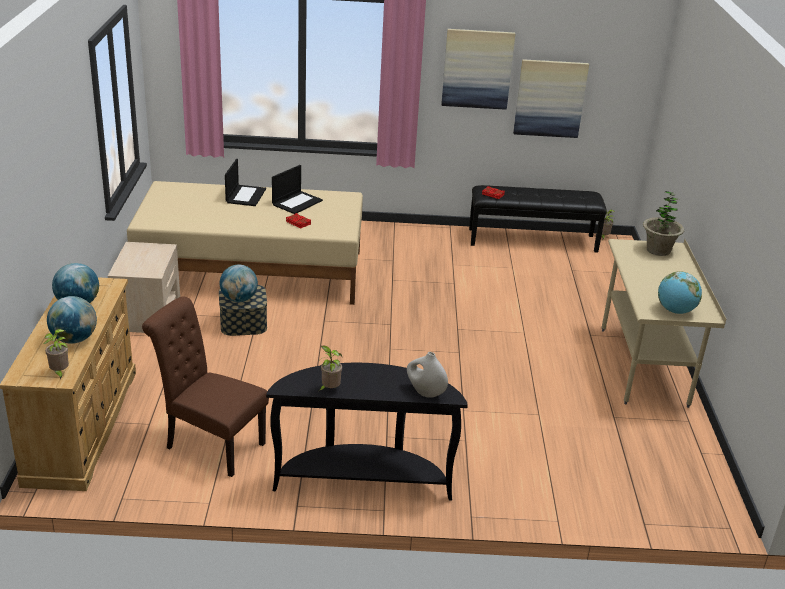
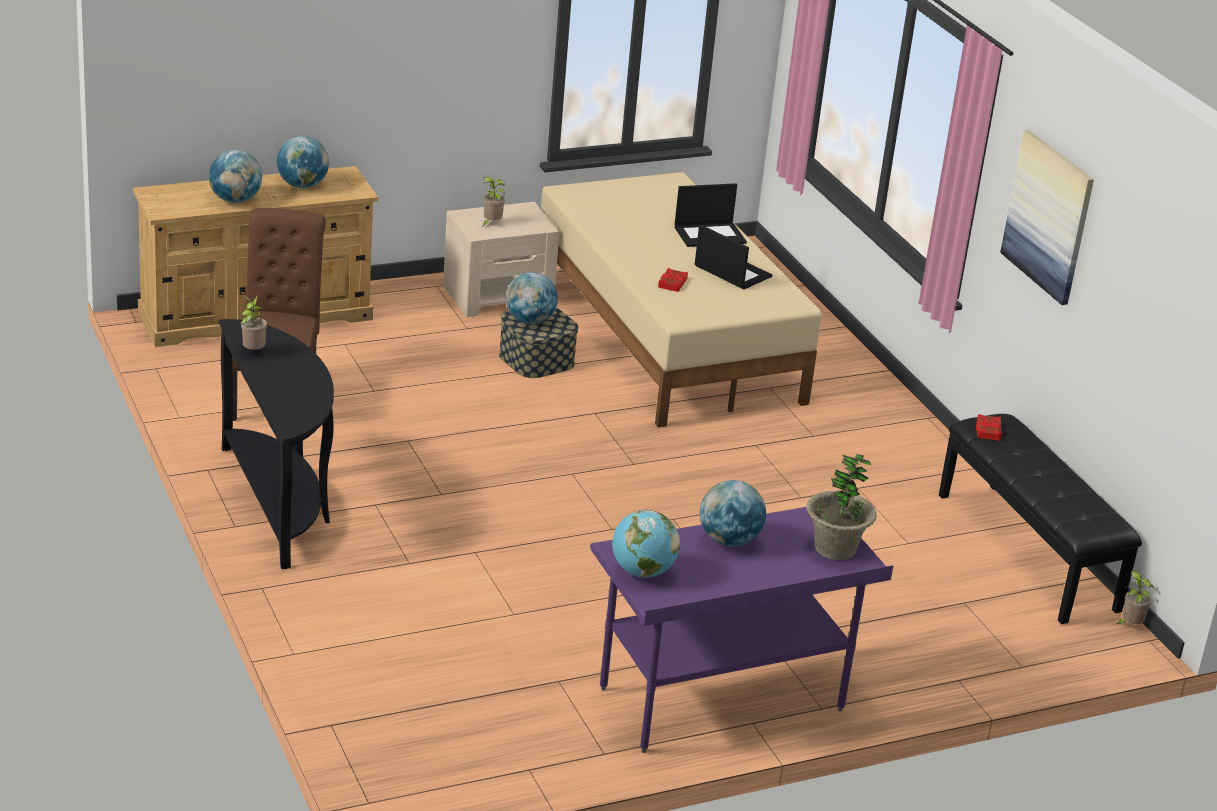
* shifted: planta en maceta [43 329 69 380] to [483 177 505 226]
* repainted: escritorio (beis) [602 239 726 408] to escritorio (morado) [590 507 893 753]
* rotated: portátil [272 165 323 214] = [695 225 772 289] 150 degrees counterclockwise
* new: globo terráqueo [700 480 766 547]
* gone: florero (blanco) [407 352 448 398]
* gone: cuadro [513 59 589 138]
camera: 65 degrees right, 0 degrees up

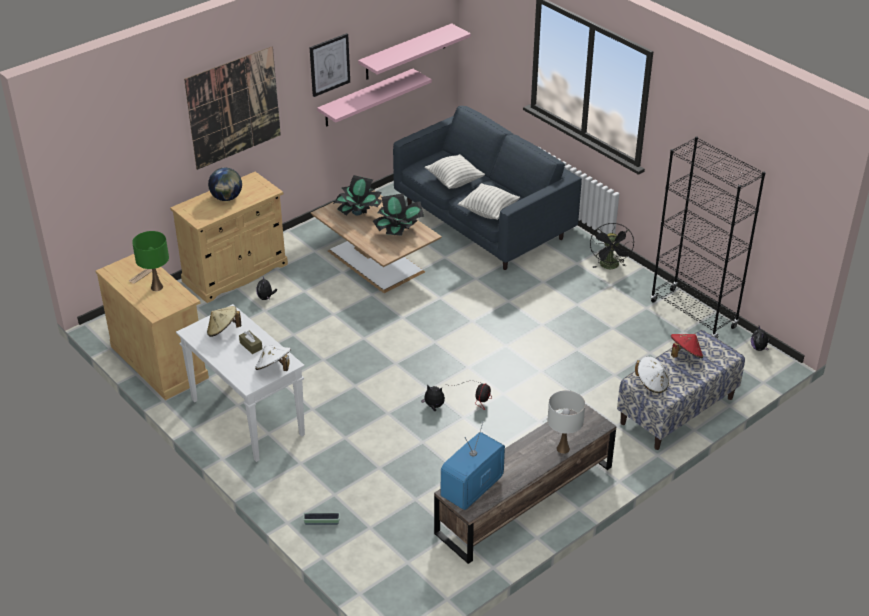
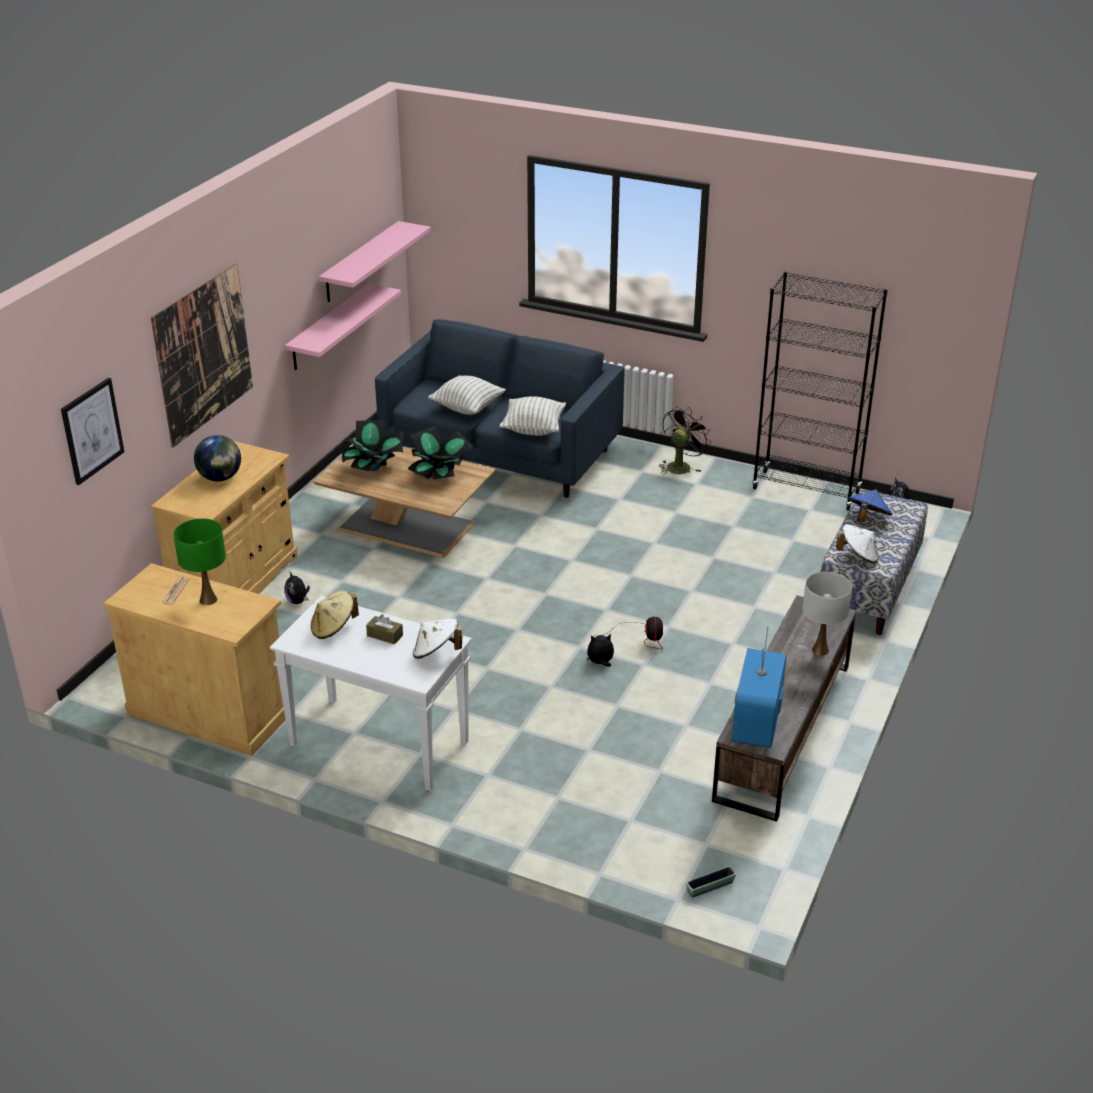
* shifted: cuadro [310 33 350 97] to [61 378 124 485]
* rotated: ventilador (negro) [590 223 634 269] = [659 407 711 474] 120 degrees counterclockwise
* shifted: maceta [303 512 340 525] to [686 866 736 897]
* repainted: sombrero (rojo) [671 334 703 358] to sombrero (azul) [847 490 892 522]
camera: 25 degrees left, 5 degrees down

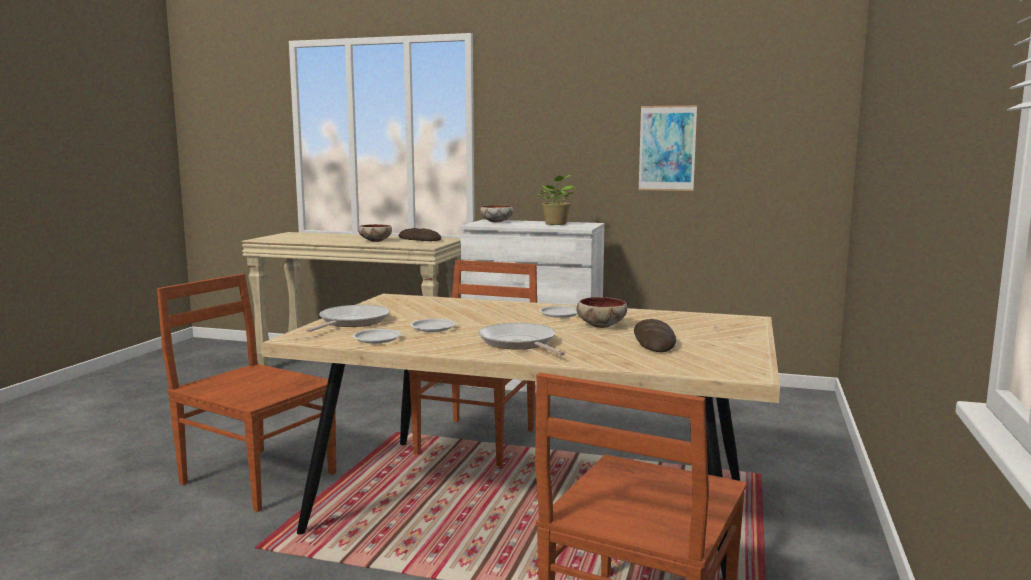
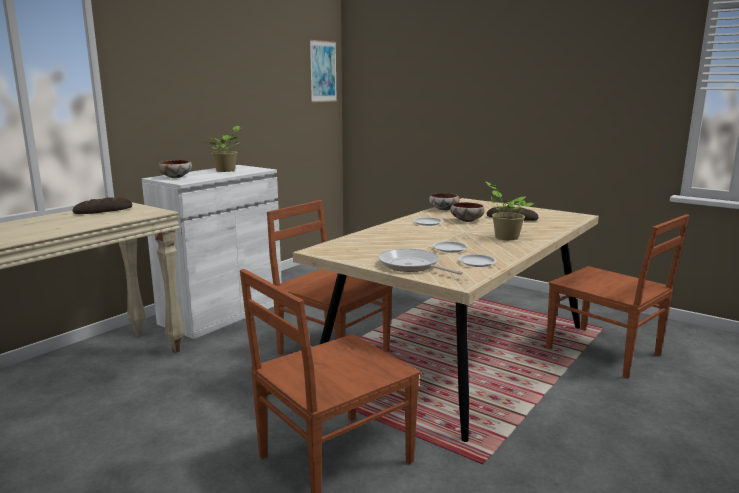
* shifted: cuadro [638 105 697 191] to [310 40 337 102]
* shifted: cuenco [358 224 392 242] to [429 193 460 211]
* swapped: sartén [478 323 565 356] to planta en maceta [485 181 534 240]
camera: 70 degrees left, 5 degrees up

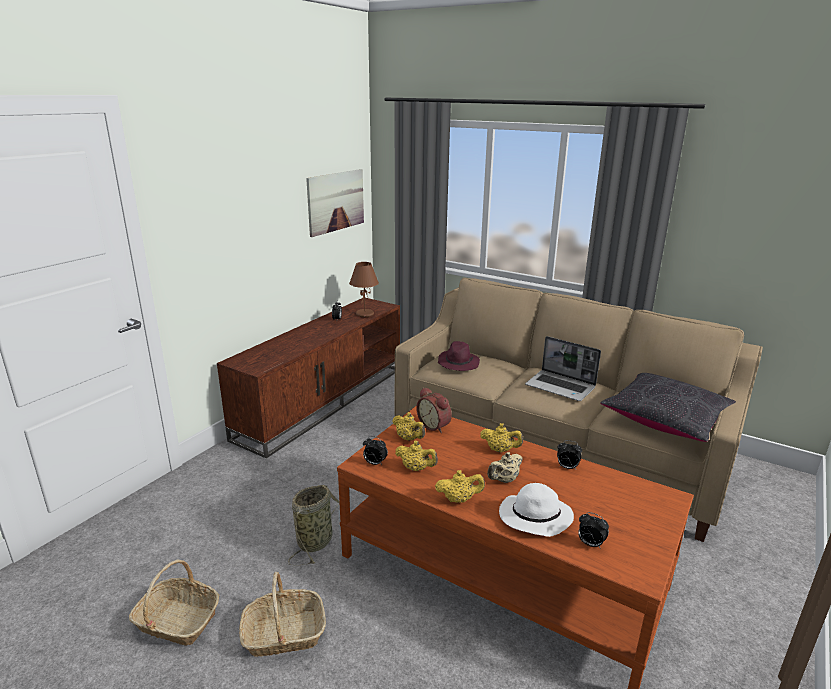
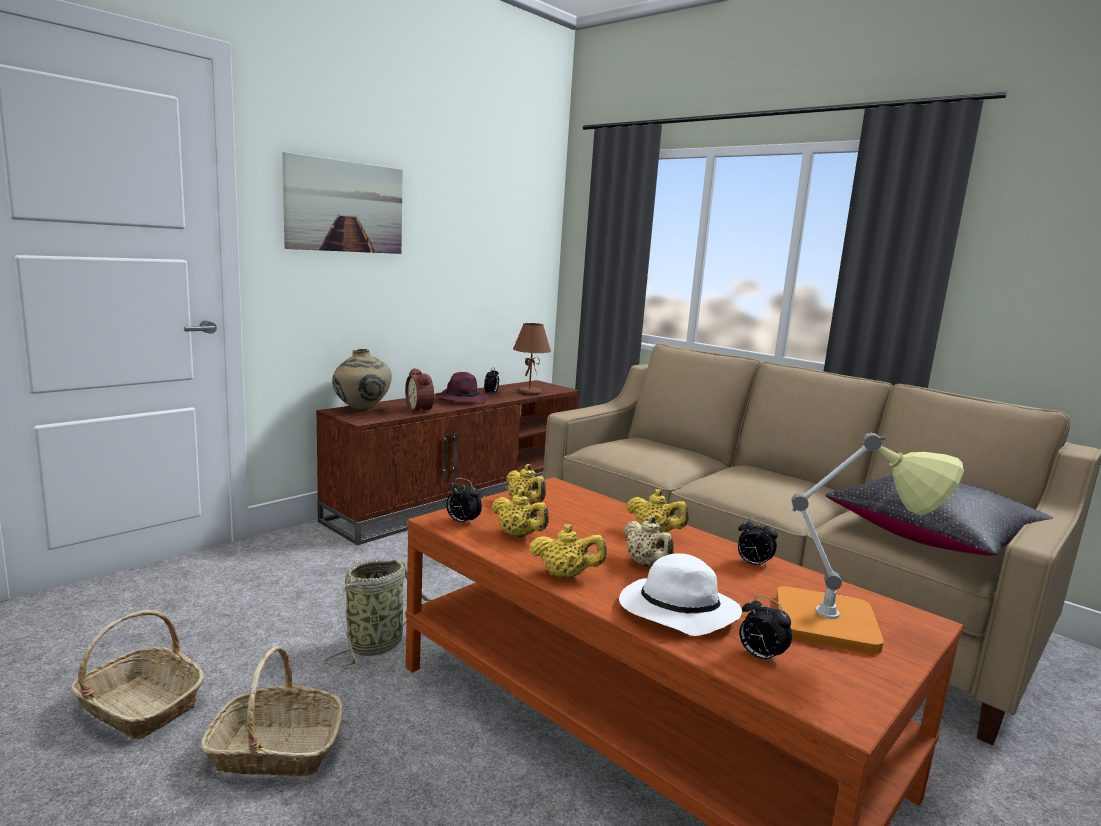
* shifted: cuadro [306 169 364 237] to [282 152 403 254]
* new: florero (beis) [332 349 392 410]
* shifted: despertador [416 387 452 433] to [405 368 434 414]
* shifted: sombrero (morado) [437 341 480 371] to [435 372 489 404]
* rotated: tetera (beis) [487 452 522 483] = [624 516 674 567] 90 degrees counterclockwise
* new: lámpara de mesa [776 433 964 654]
* gone: portátil [525 336 601 401]
camera: 10 degrees right, 10 degrees down

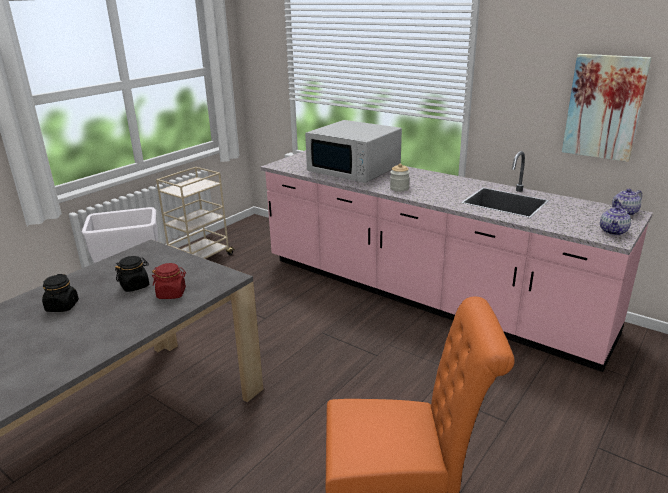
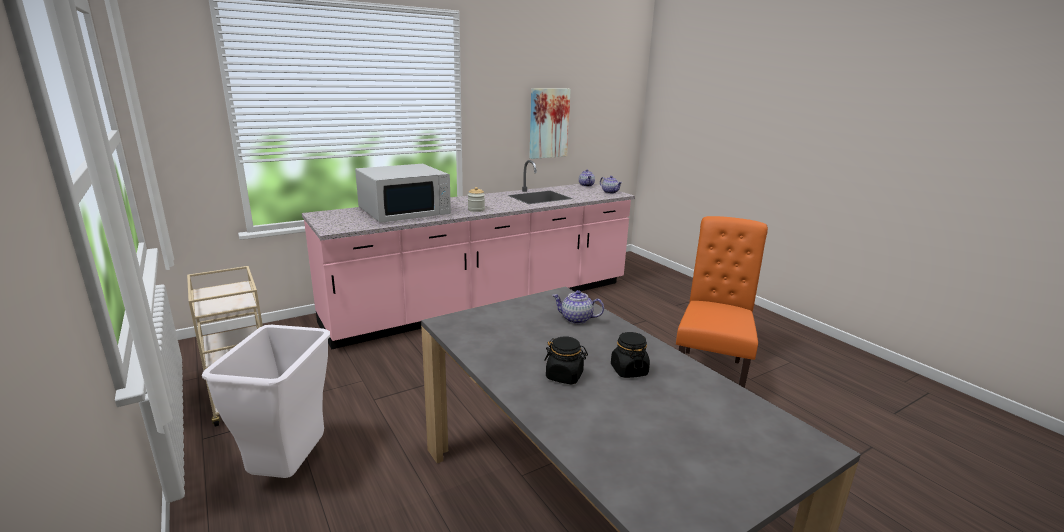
* swapped: tarro (rojo) [152 263 186 299] to tetera [552 290 604 324]
* shifted: tarro (negro) [115 256 149 292] to [611 332 650 378]
camera: 70 degrees left, 5 degrees down

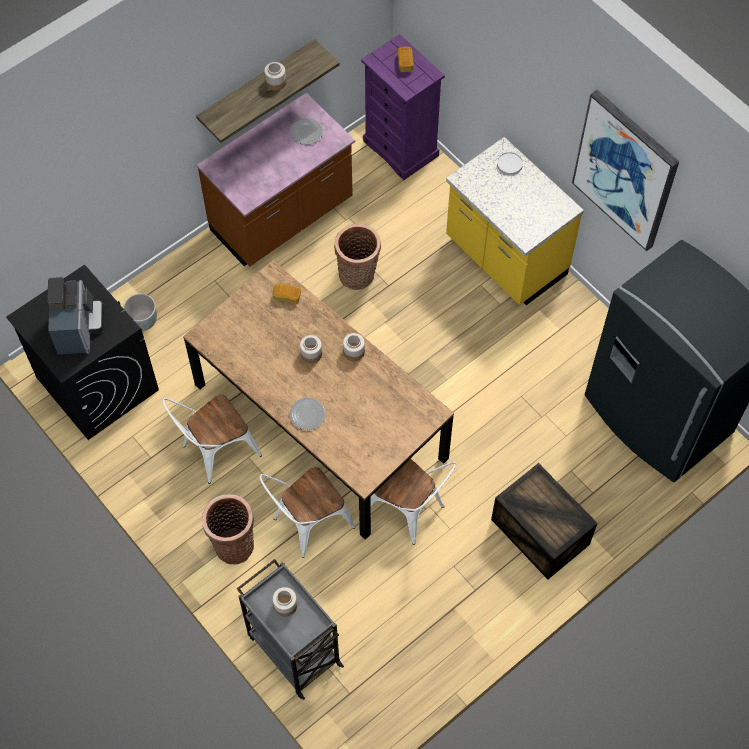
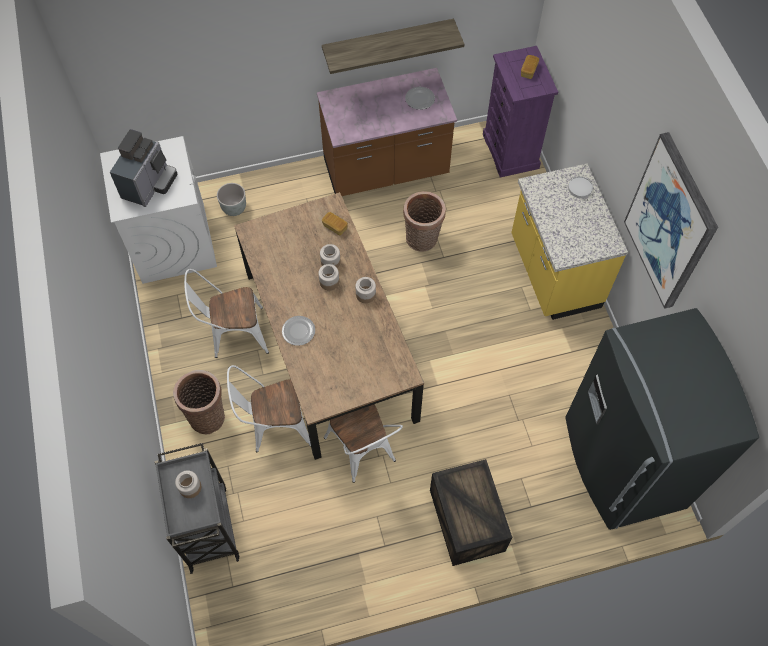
* repainted: lavadora (negro) [6 265 159 440] to lavadora (blanco) [100 136 217 284]
* shifted: tarro [264 62 286 91] to [320 244 341 268]
camera: 25 degrees right, 0 degrees up

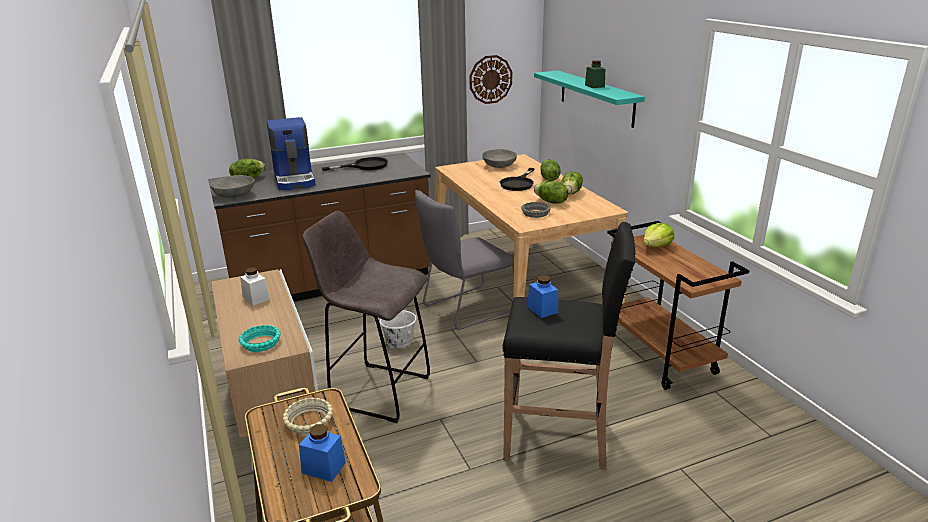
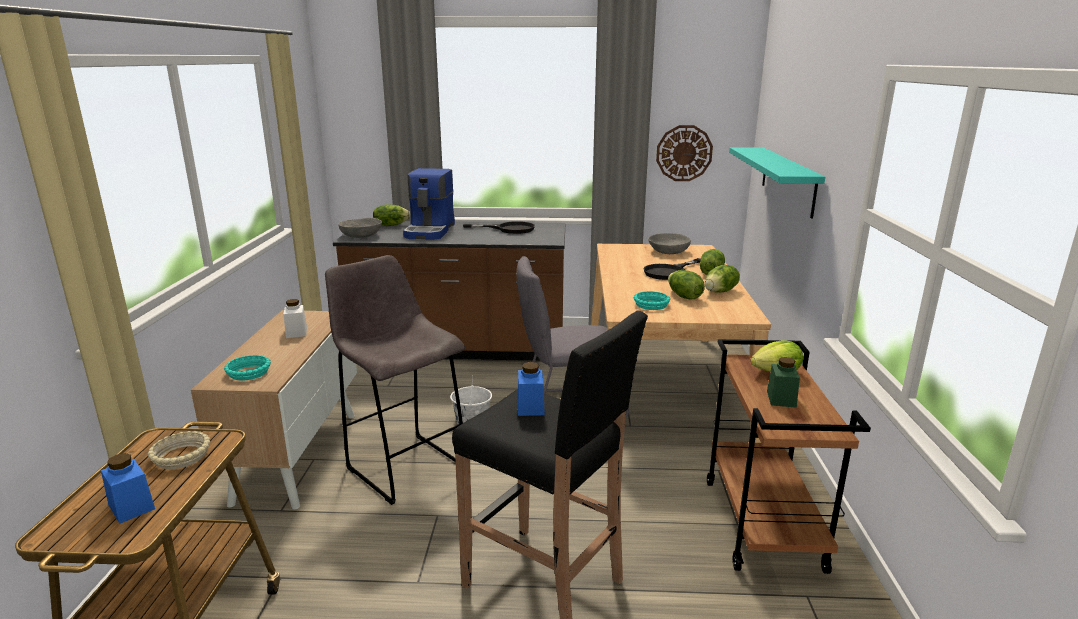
* repainted: cuenco (gris) [521 202 551 218] to cuenco (turquesa) [633 291 671 310]
* shifted: tarro (verde) [585 60 605 88] to [767 357 800 408]
camera: 25 degrees right, 5 degrees down

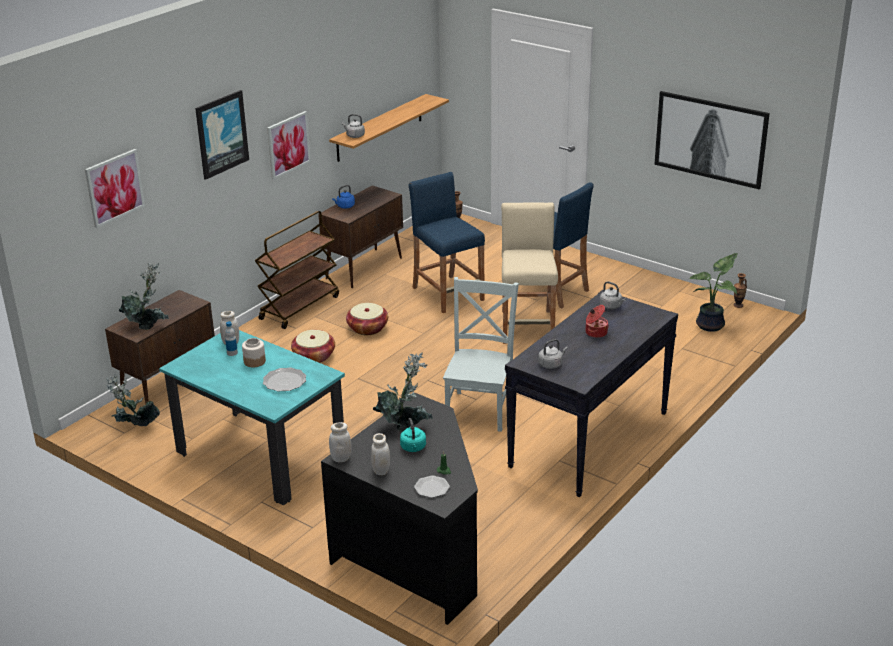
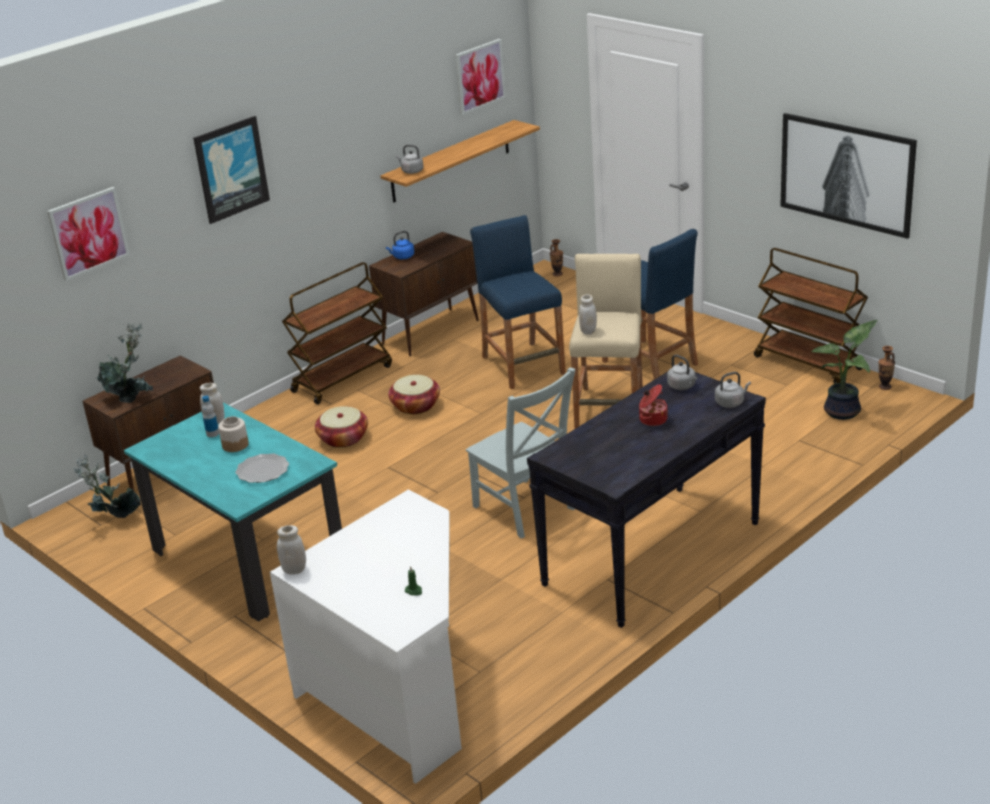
* repainted: escritorio (negro) [321 392 478 625] to escritorio (blanco) [270 489 462 784]
* shifted: cuadro [267 111 311 179] to [456 39 506 115]
* rotated: silla (gris) [443 277 519 432] = [466 368 576 539] 120 degrees clockwise
* shifted: tarro (blanco) [371 433 390 475] to [579 294 597 335]
* shifted: hervidor (gris) [538 339 568 369] to [715 372 751 408]
* new: carrito (marrón) [754 248 868 384]
* gone: planta en maceta [373 352 432 431]
* gone: hervidor (turquesa) [400 418 426 452]
* gone: plato [414 475 450 498]
camera: 10 degrees right, 0 degrees up

